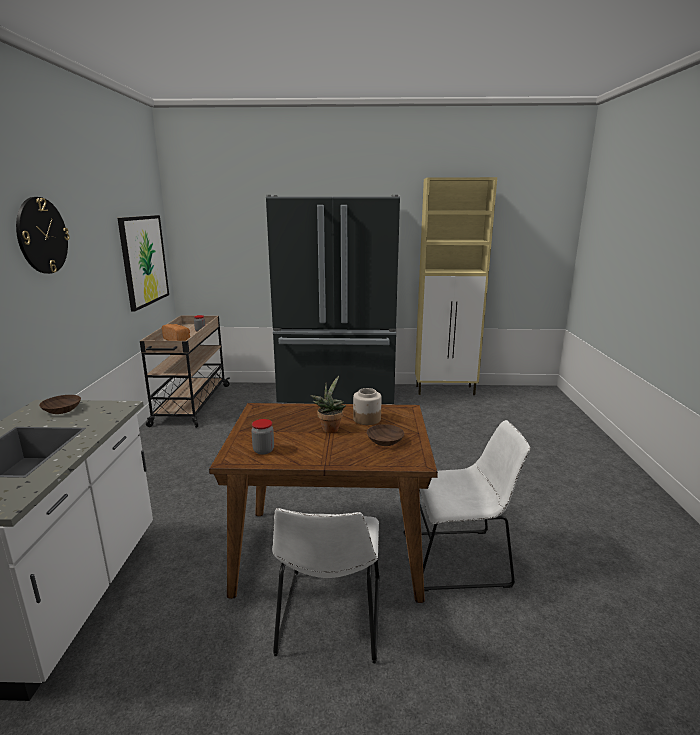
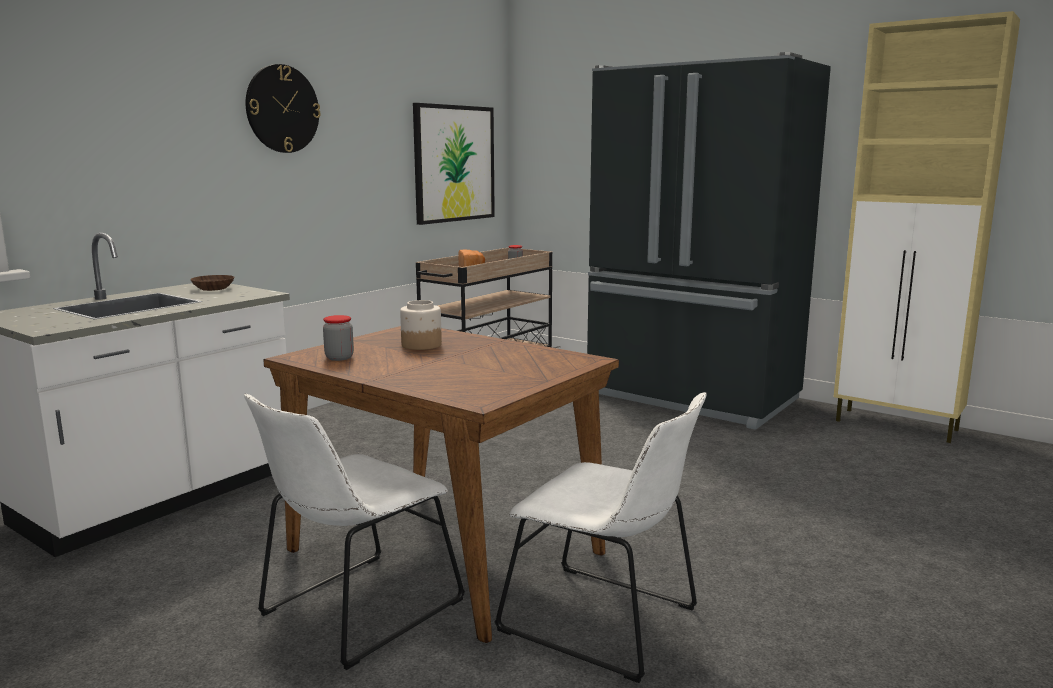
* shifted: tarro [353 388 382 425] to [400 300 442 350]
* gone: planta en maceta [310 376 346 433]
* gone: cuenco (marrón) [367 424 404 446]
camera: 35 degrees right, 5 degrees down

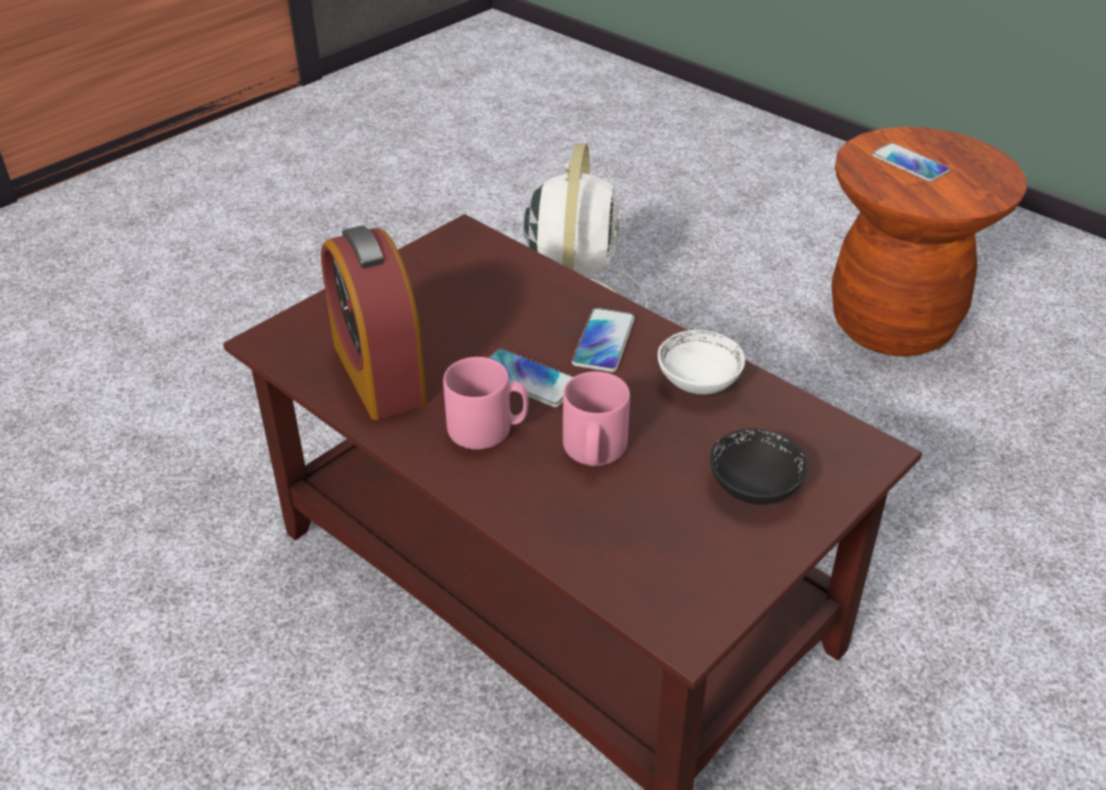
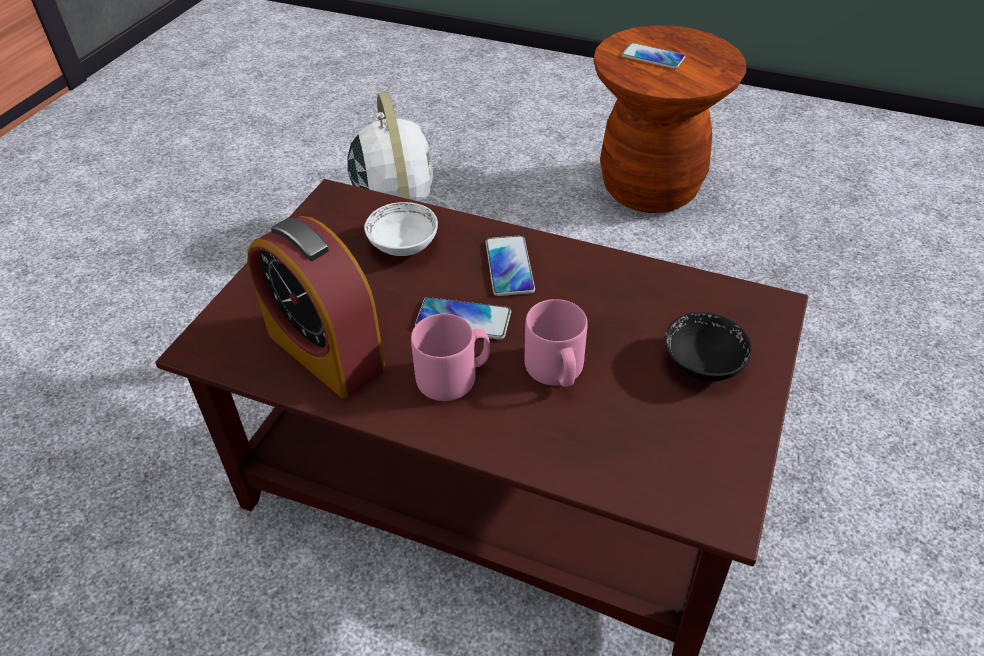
* shifted: cuenco (blanco) [658 330 745 394] to [364 202 438 256]
camera: 20 degrees left, 5 degrees up

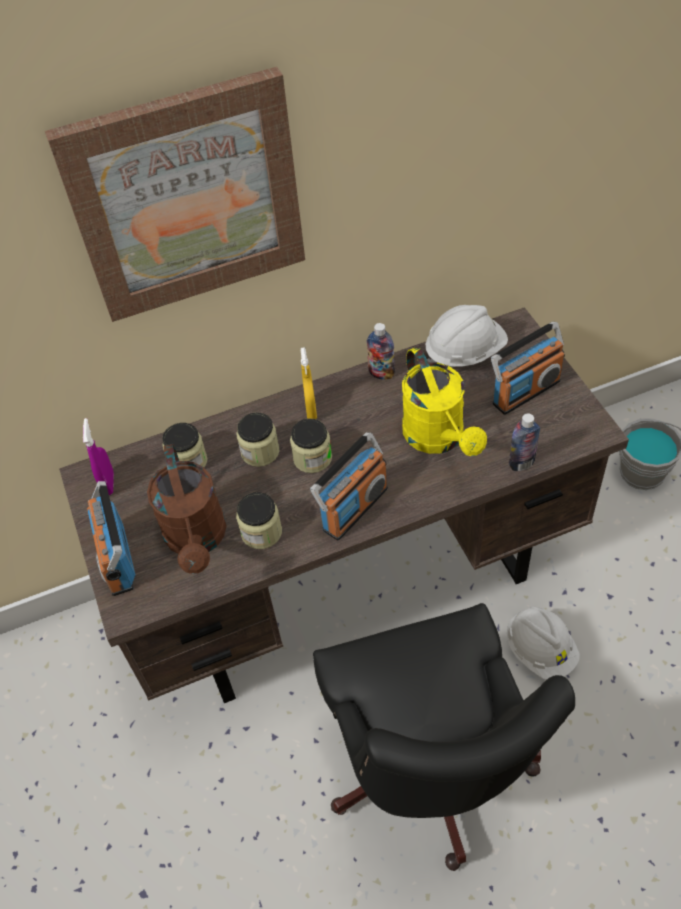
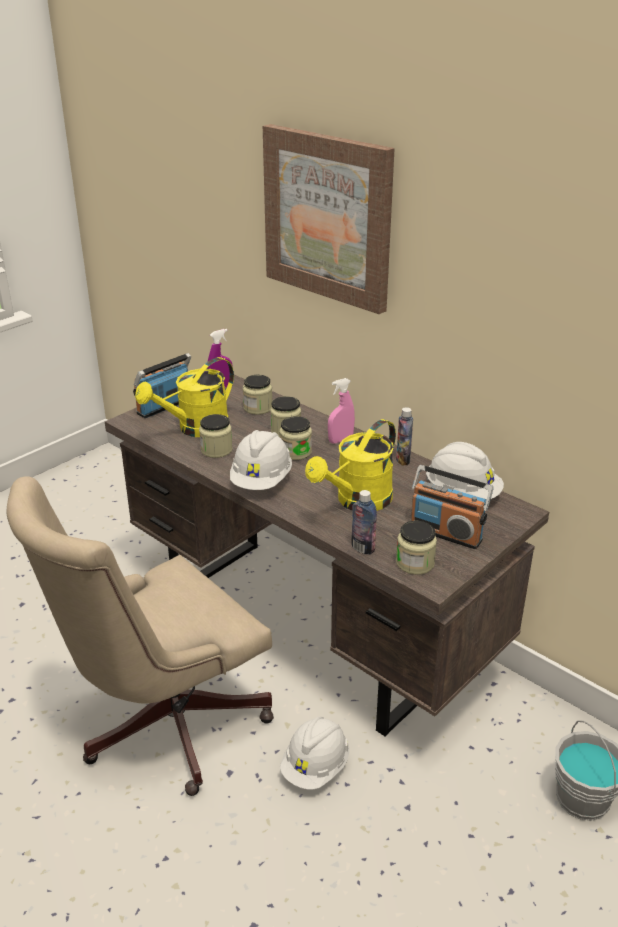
* repainted: silla de oficina (negro) [313 603 575 871] to silla de oficina (beis) [7 476 274 796]
* repainted: regadera (marrón) [147 444 227 574] to regadera (amarillo) [135 357 234 437]
* swapped: radio [310 432 388 541] to casco (blanco) [230 430 292 490]
* repainted: pulverizador (amarillo) [301 347 317 419] to pulverizador (rosa) [328 378 355 444]
* new: tarro [396 521 437 575]
camera: 60 degrees right, 20 degrees down

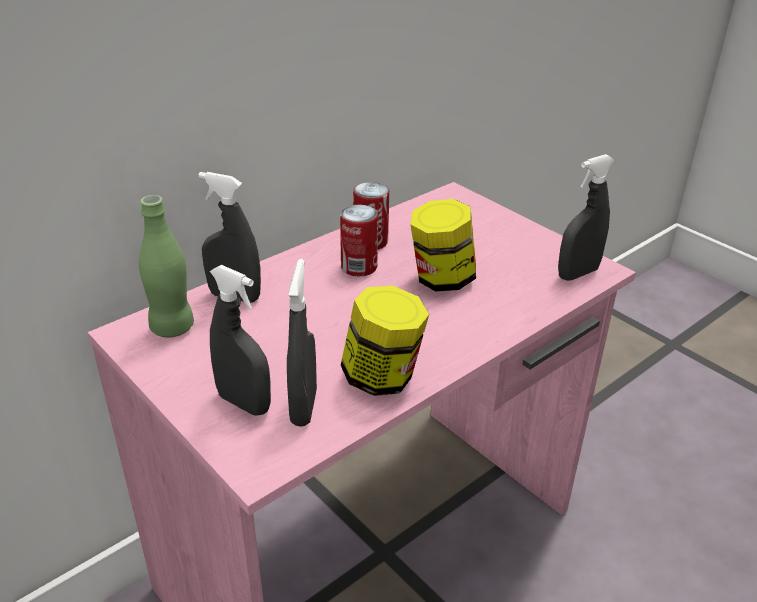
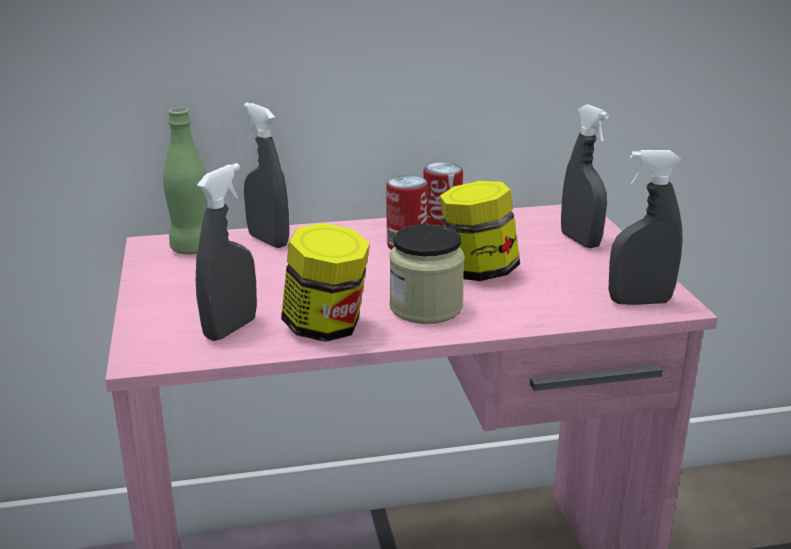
* new: tarro [389 224 465 324]
* shifted: pulverizador (gris) [210 265 271 416] to [561 105 609 248]
camera: 30 degrees right, 10 degrees down

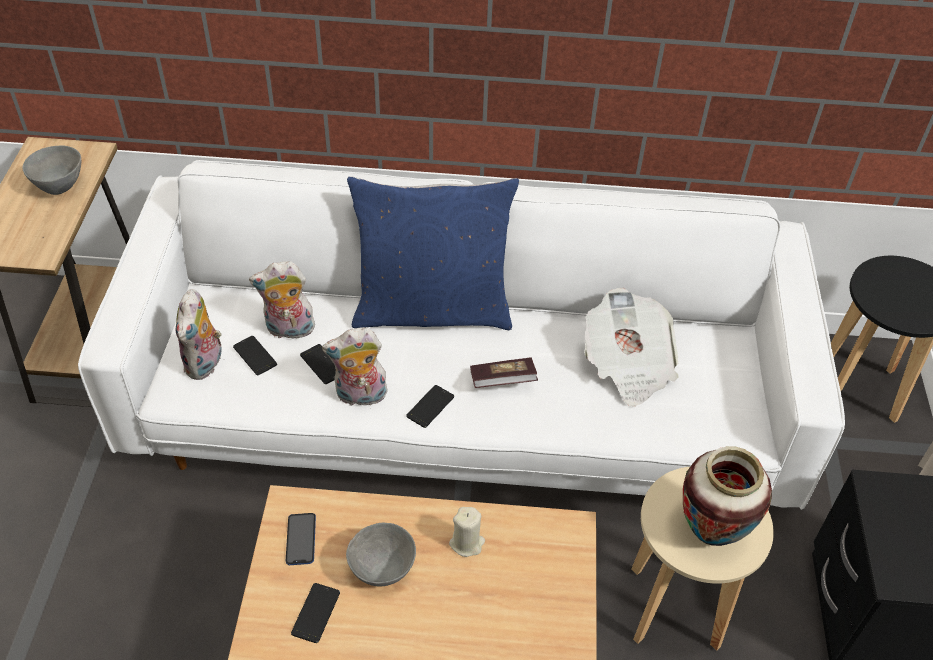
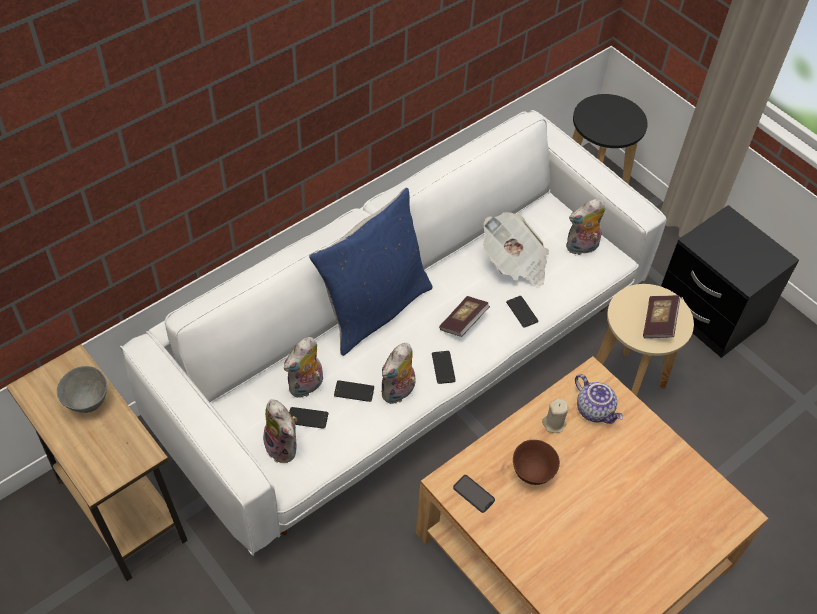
* shifted: móvil [291 583 340 643] to [506 296 538 328]
* repainted: cuenco (gris) [346 523 416 586] to cuenco (marrón) [513 440 560 485]
* new: peluche [566 198 605 255]
* new: tetera [575 374 623 424]
* swapped: florero [683 446 772 546] to libro [643 295 680 338]
camera: 45 degrees left, 5 degrees up

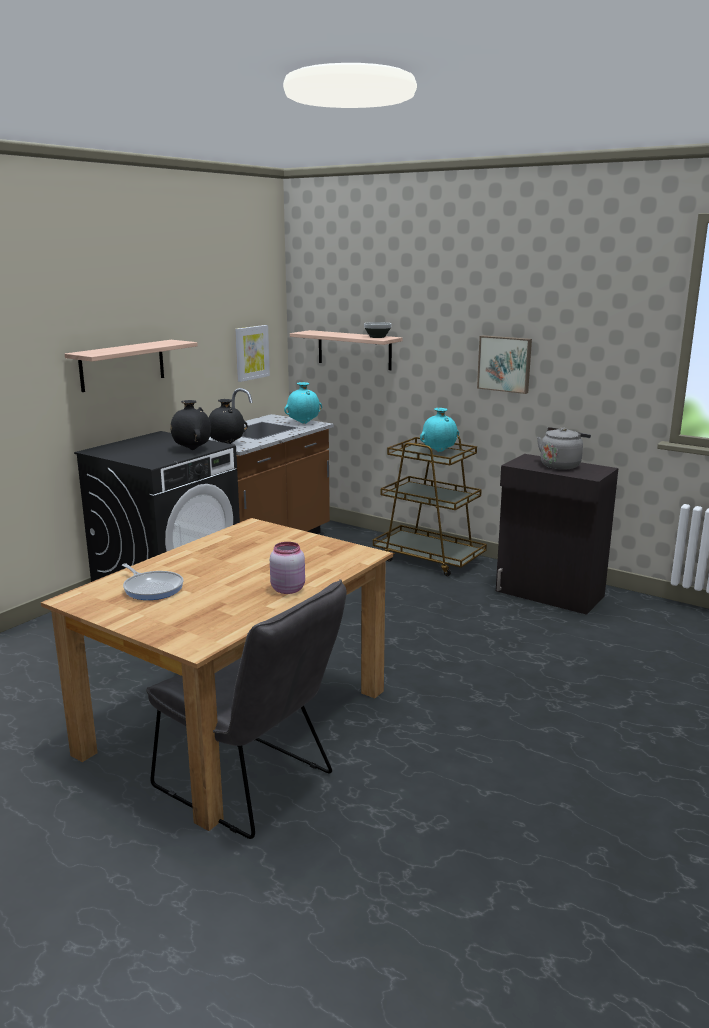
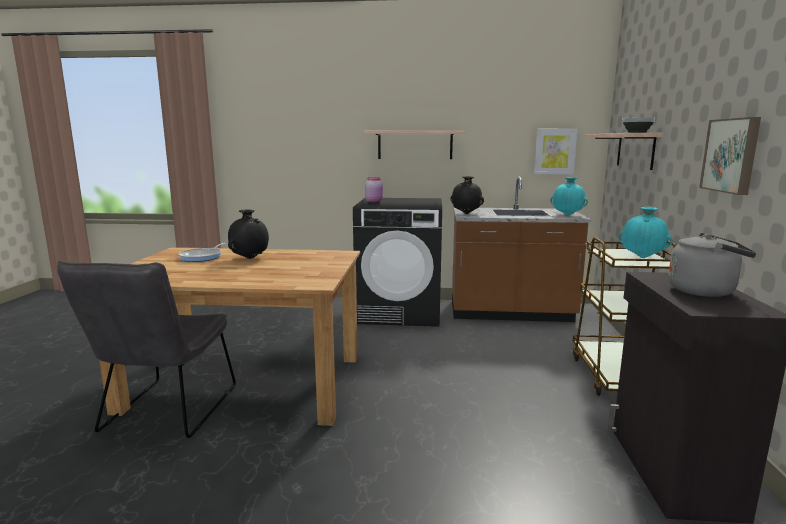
* shifted: florero (negro) [171 400 211 450] to [228 210 269 259]
* shifted: tarro (rosa) [270 542 305 594] to [365 177 383 202]
camera: 60 degrees right, 5 degrees down

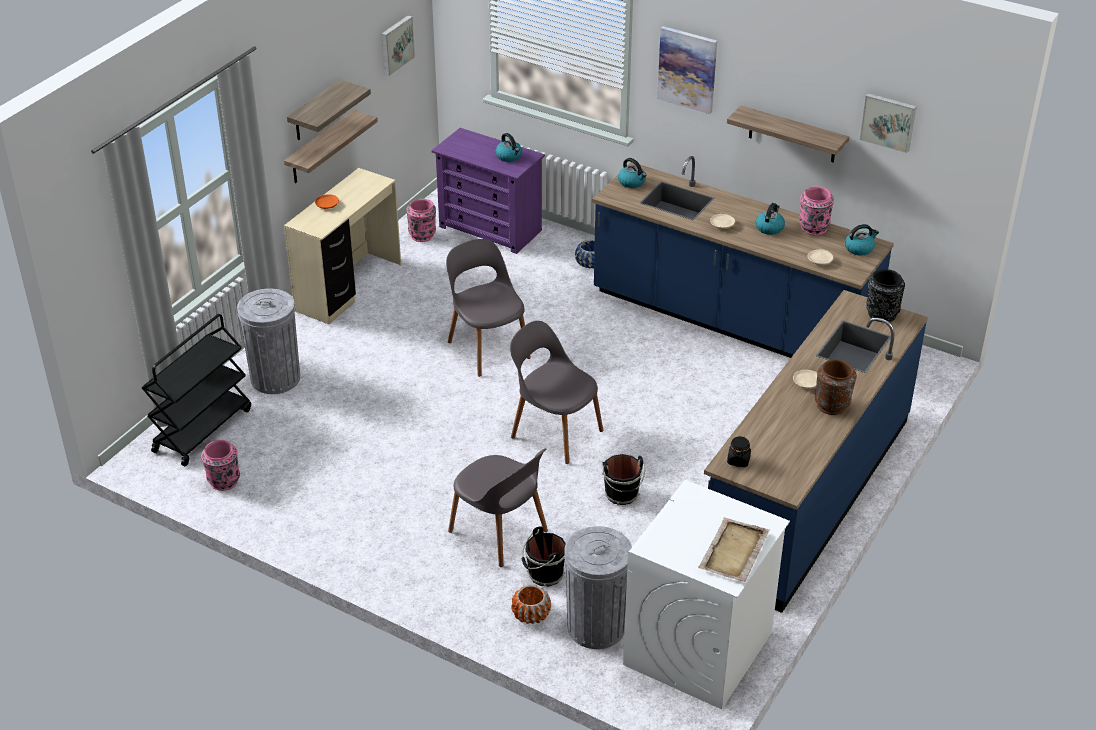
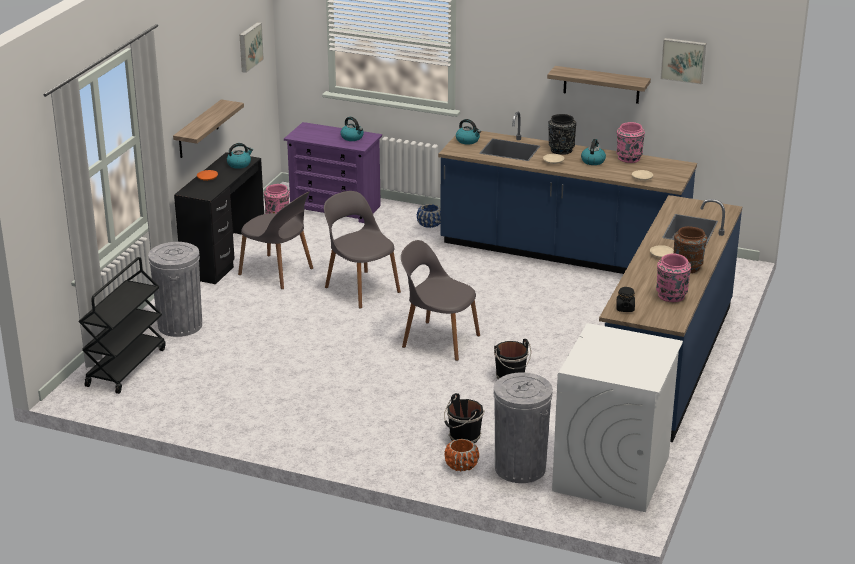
* repainted: escritorio (beis) [284 168 401 325] to escritorio (negro) [174 152 264 284]
* shifted: hervidor [845 224 879 256] to [227 143 253 169]
* shifted: silla (gris) [448 448 548 567] to [238 192 313 289]
* shifted: florero (negro) [866 269 905 322] to [548 114 576 155]
* shifted: florero (rosa) [201 440 240 491] to [656 254 691 302]
* gone: estante [287 80 371 141]
* gone: cuadro [657 26 717 114]
* gone: bandeja (beis) [698 517 770 582]
camera: 10 degrees left, 10 degrees down

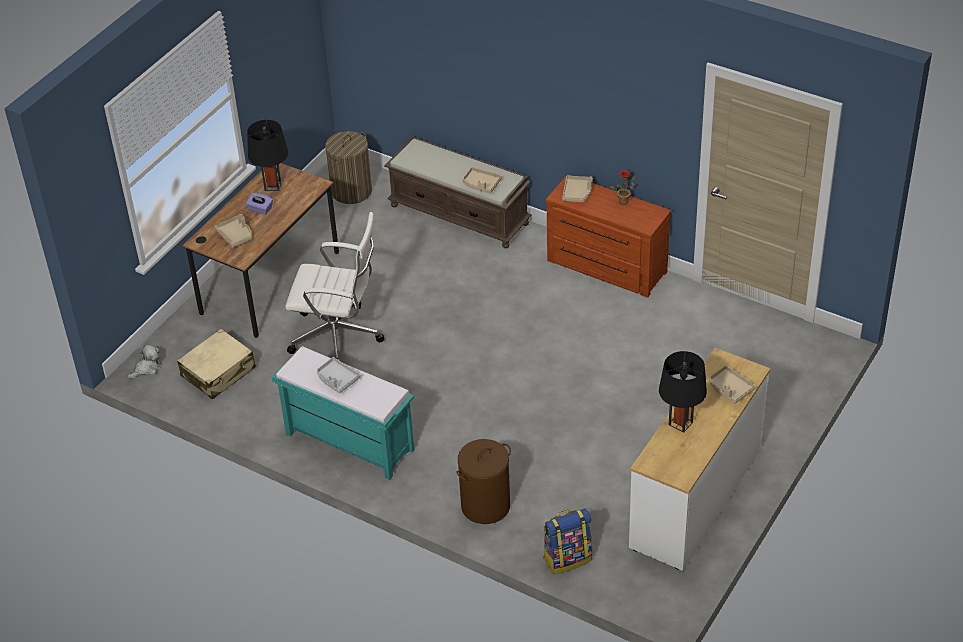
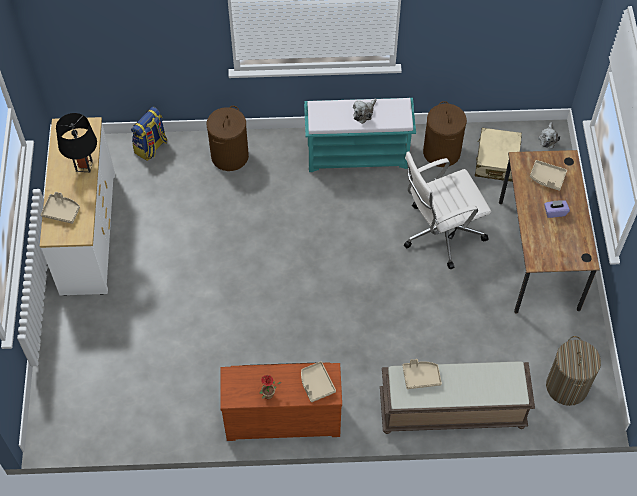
* swapped: bandeja (gris) [317 357 360 393] to peluche [353 98 377 124]
* new: cesto de la ropa (marrón) [423 101 467 167]
* gone: lámpara de mesa (negro) [247 120 288 191]
camera: 145 degrees right, 15 degrees up

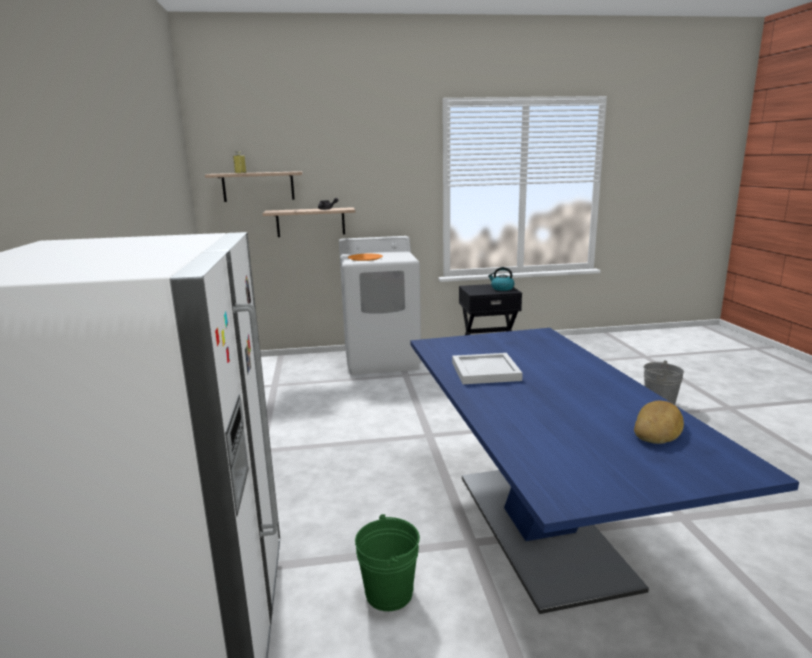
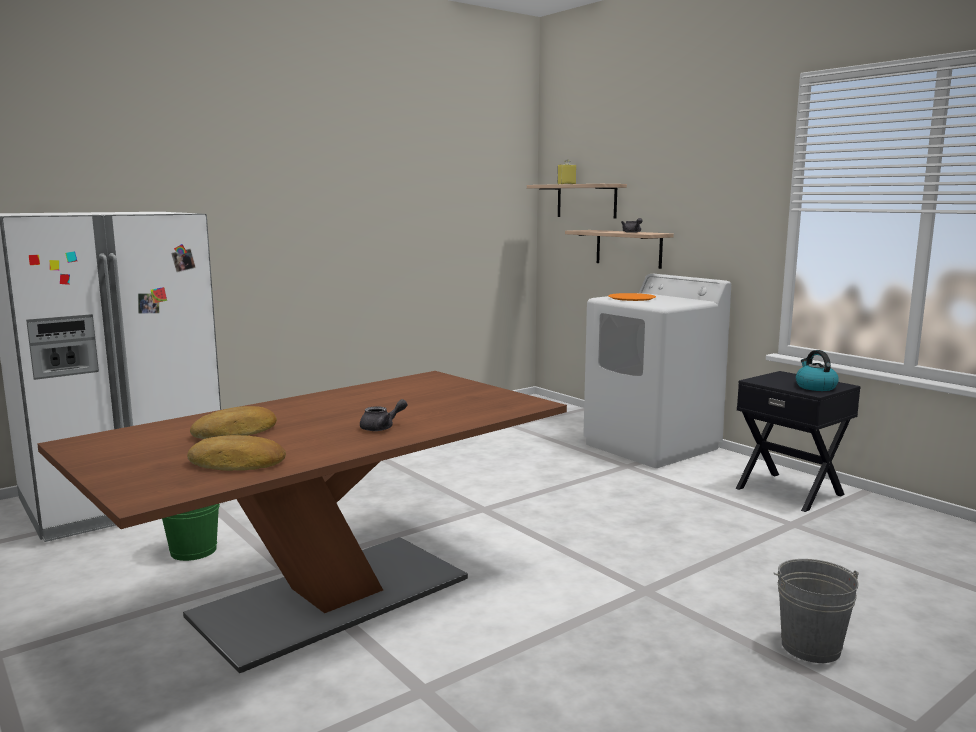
* repainted: mesa de comedor (azul) [410 328 799 614] to mesa de comedor (marrón) [37 371 567 673]
* new: pan [190 406 277 439]
* new: tetera (gris) [360 399 408 431]
* gone: bandeja (blanco) [452 353 523 384]
camera: 60 degrees right, 5 degrees down

